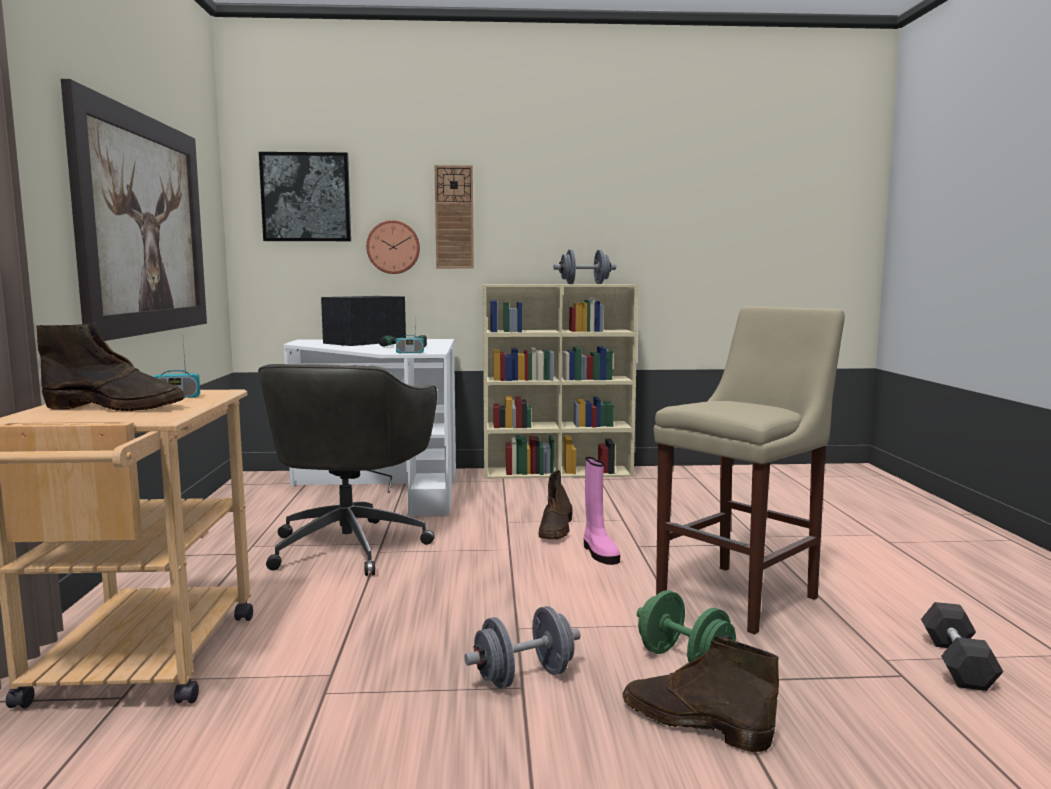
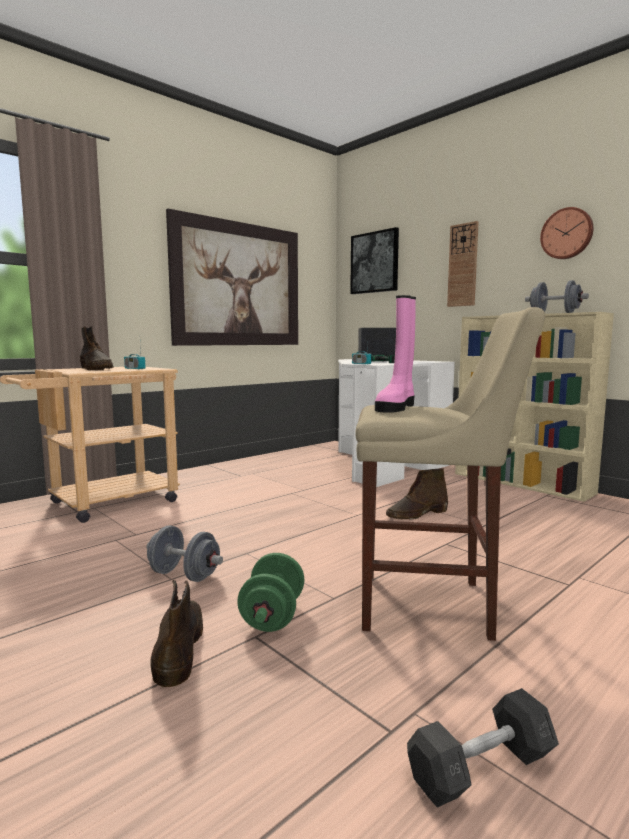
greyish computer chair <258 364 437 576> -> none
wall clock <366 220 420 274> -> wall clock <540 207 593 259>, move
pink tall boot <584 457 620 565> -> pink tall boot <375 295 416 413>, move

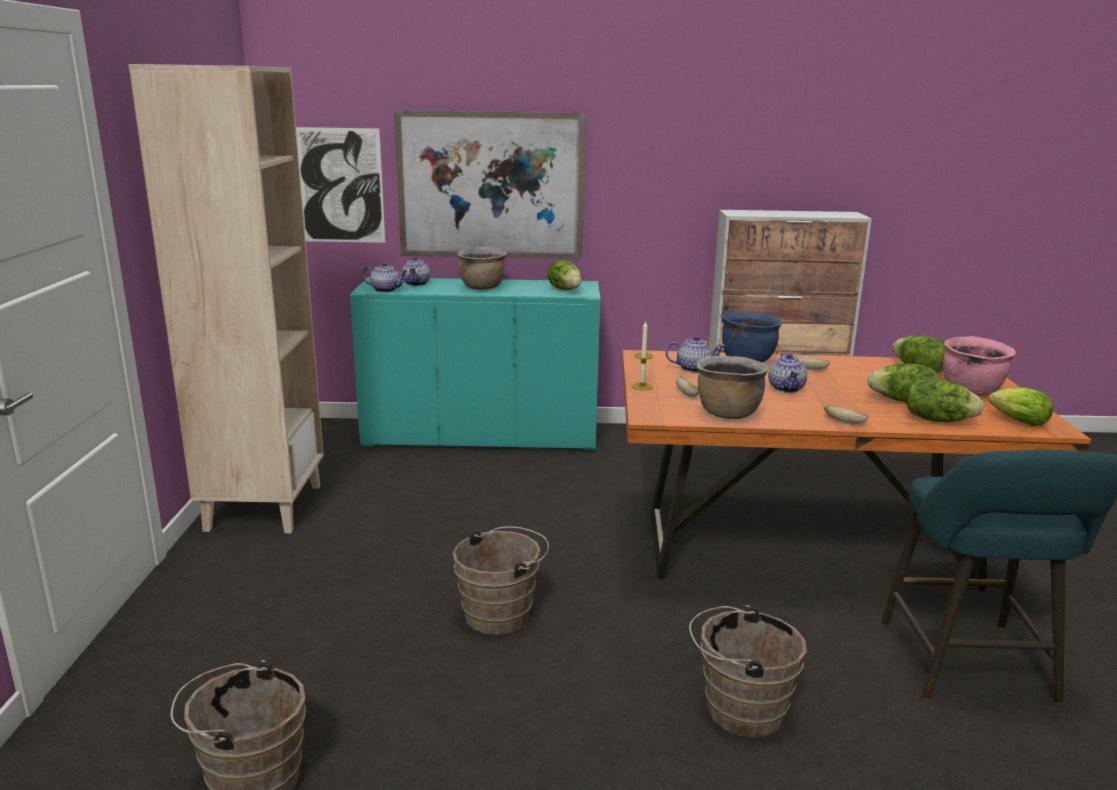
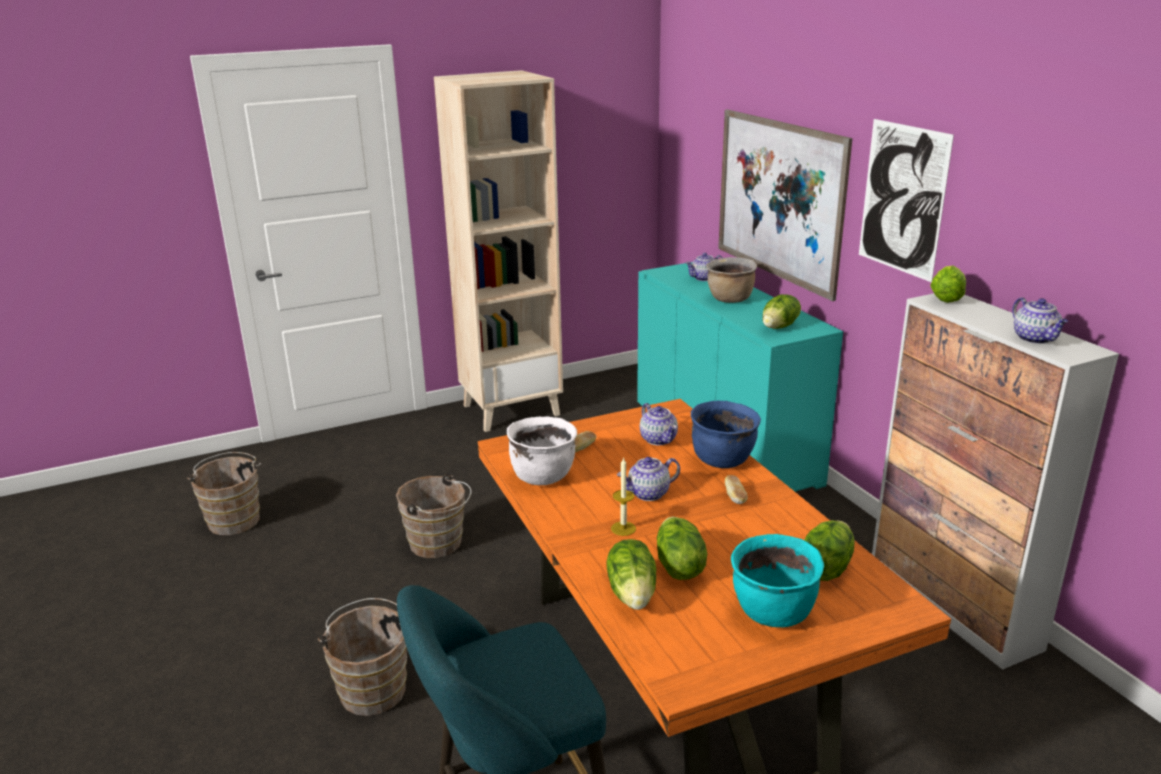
bakery bread <824 404 868 424> -> none
picture <296 127 385 243> -> picture <859 119 954 282>, move
pot for tea <362 262 407 292> -> pot for tea <1012 297 1068 344>, move
wax candle <632 320 653 391> -> wax candle <611 457 636 536>, move
lettuce head <989 388 1053 426> -> lettuce head <930 265 966 303>, move
brown stockpot <697 356 769 419> -> whitish stockpot <507 416 577 485>
pink stockpot <943 336 1016 396> -> blue-green stockpot <731 534 824 627>

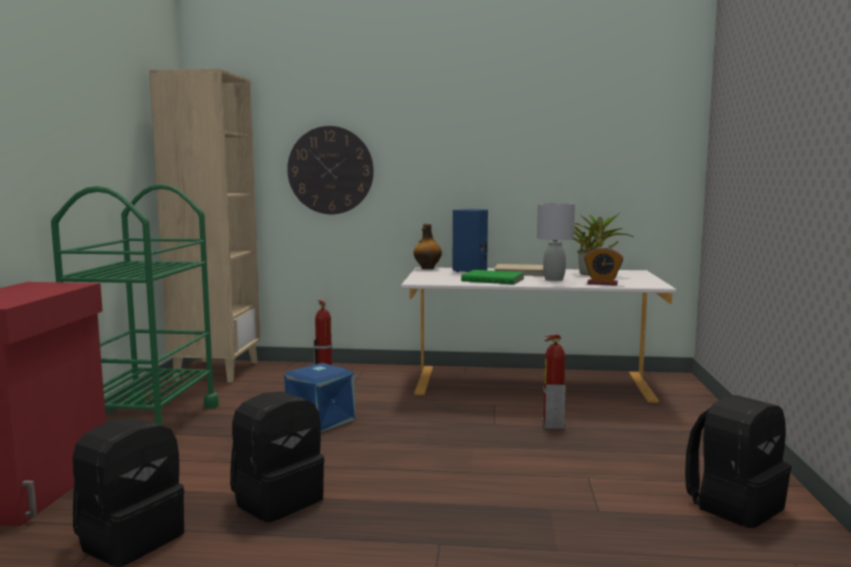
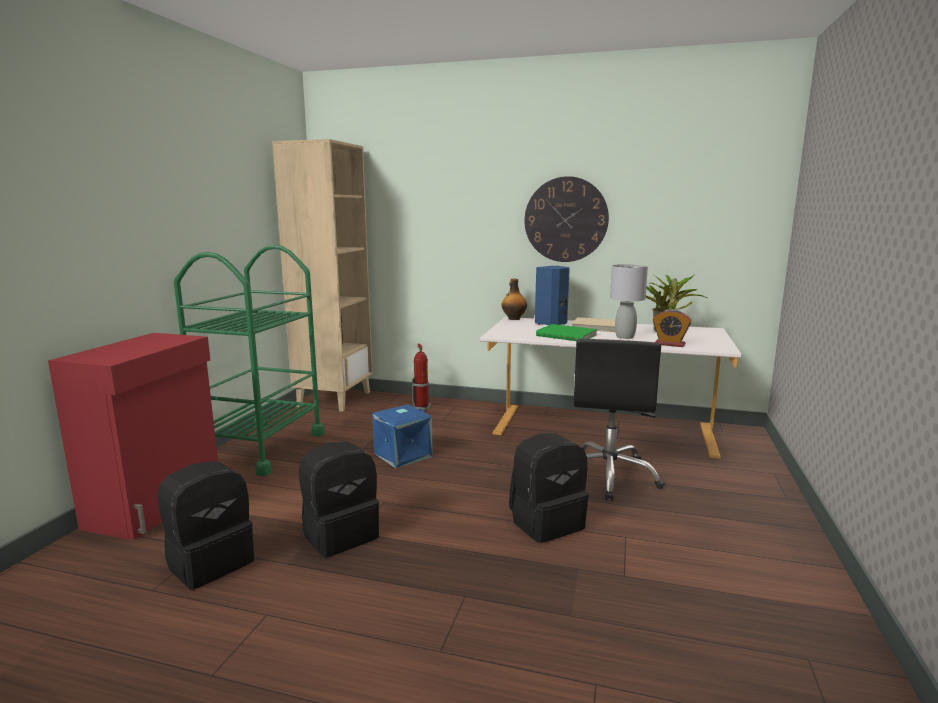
wall clock <287 126 374 214> -> wall clock <524 176 609 262>, move
blackish rucksack <685 395 792 528> -> blackish rucksack <509 433 589 543>, move
fire-fighting cylinder <542 334 566 429> -> blackish computer chair <574 339 665 501>

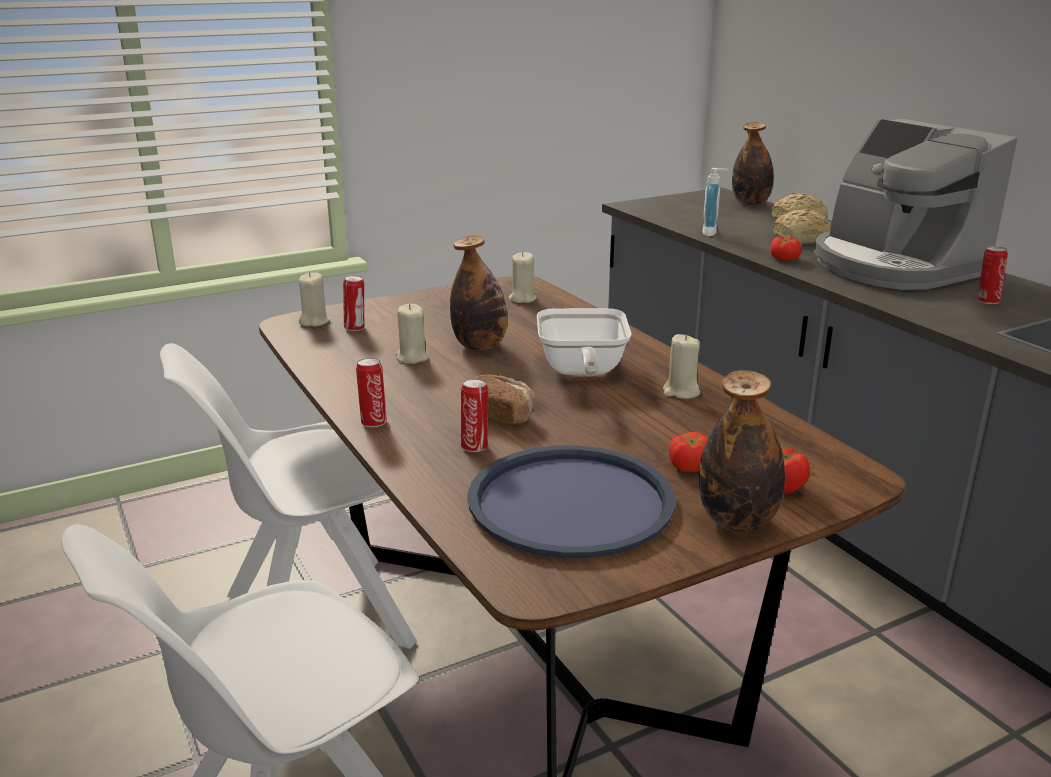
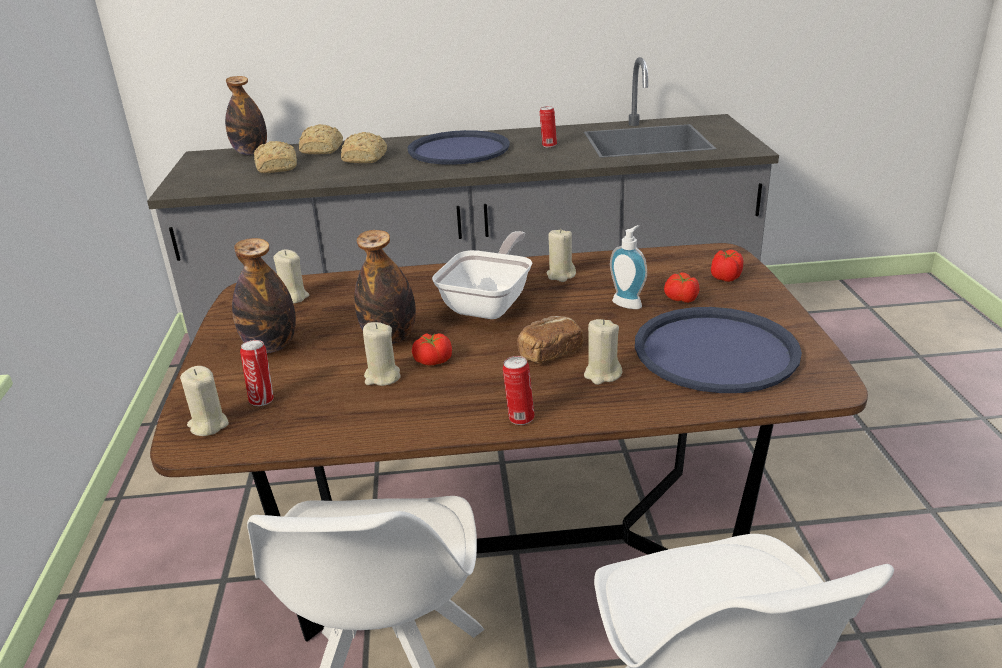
none -> bakery bread <254 141 297 173>
drink bottle <699 370 785 532> -> drink bottle <232 238 296 353>, move
liquid soap bottle <702 168 729 236> -> liquid soap bottle <610 225 647 309>, move
tomato <770 236 802 261> -> tomato <412 333 452 366>, move
sealed can <461 379 488 452> -> beige-coloured wax candle <584 319 622 385>
coffee machine <814 119 1017 290> -> bluish serving tray <408 130 510 165>
pan <537 308 632 376> -> pan <432 231 532 319>, 90 degrees counterclockwise

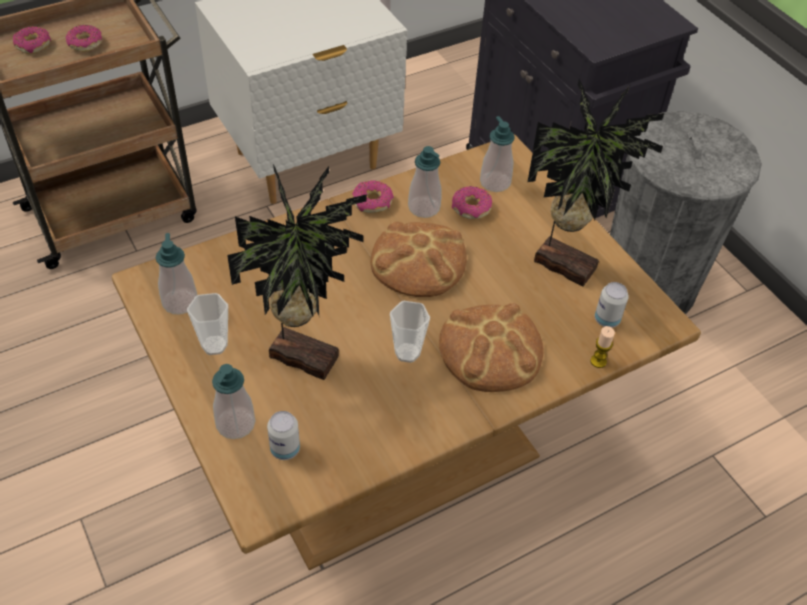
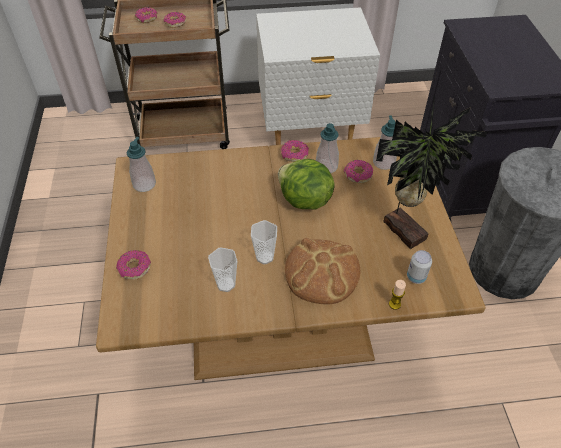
houseplant <227 164 366 380> -> none
sealed can <267 411 300 460> -> none
cup <187 293 228 355> -> cup <208 247 237 292>, move
liquid soap bottle <212 364 255 439> -> donut <116 250 151 280>
bakery bread <371 221 467 297> -> lettuce head <278 159 335 210>

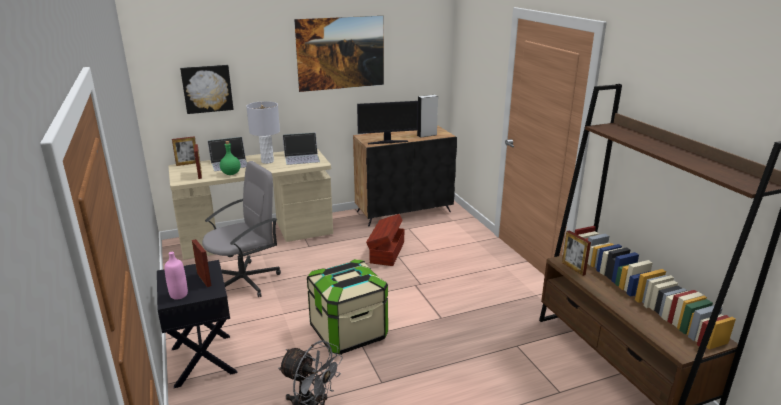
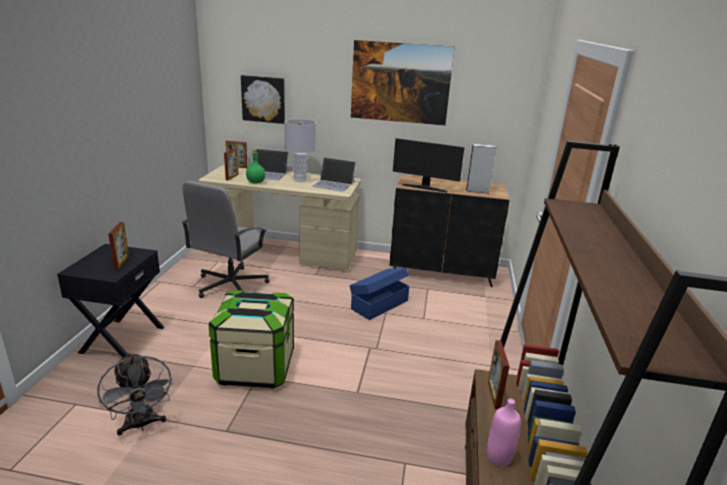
pink drink bottle <164 252 188 300> -> pink drink bottle <487 399 521 466>, move
brown storage container <366 214 404 266> -> bluish storage container <350 268 409 320>
greyish computer chair <202 161 281 297> -> greyish computer chair <182 181 270 298>, 120 degrees clockwise

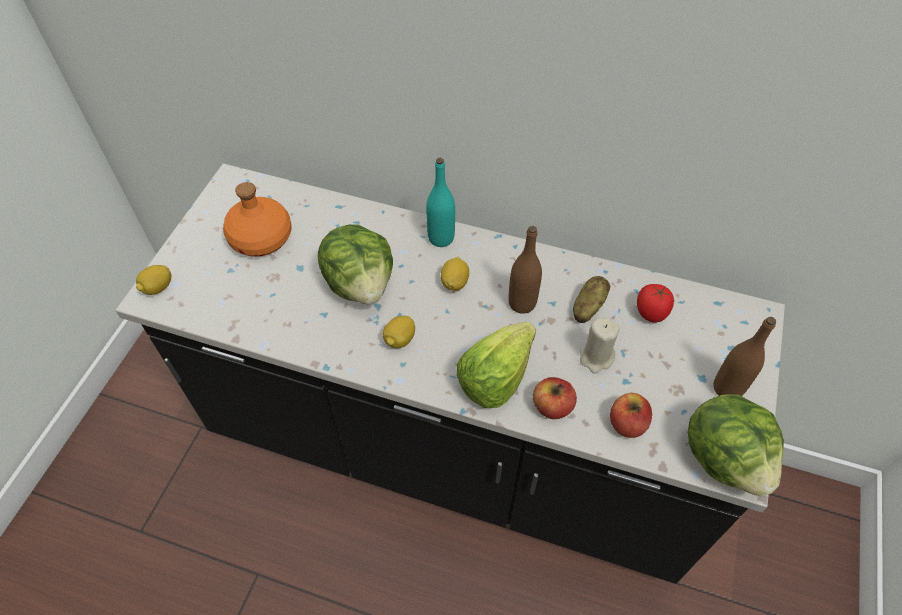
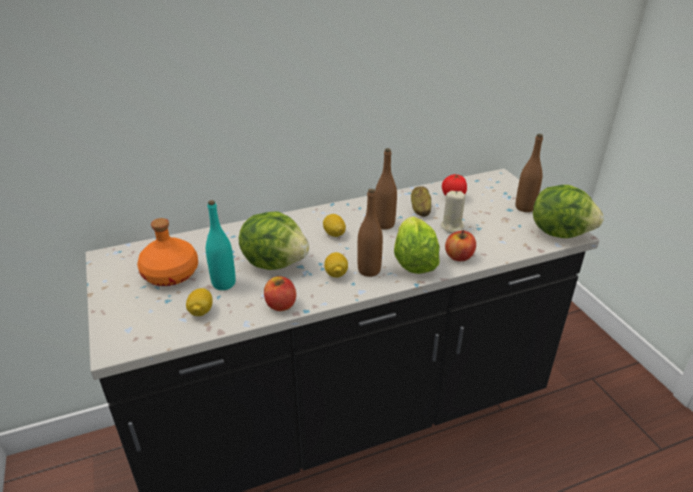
none -> brown drink bottle <357 189 383 277>
citrus fruit <136 265 171 295> -> citrus fruit <186 288 213 316>, move
blue-green drink bottle <426 158 455 247> -> blue-green drink bottle <206 200 236 290>, move
whole apple <610 393 652 438> -> whole apple <264 276 296 311>, move

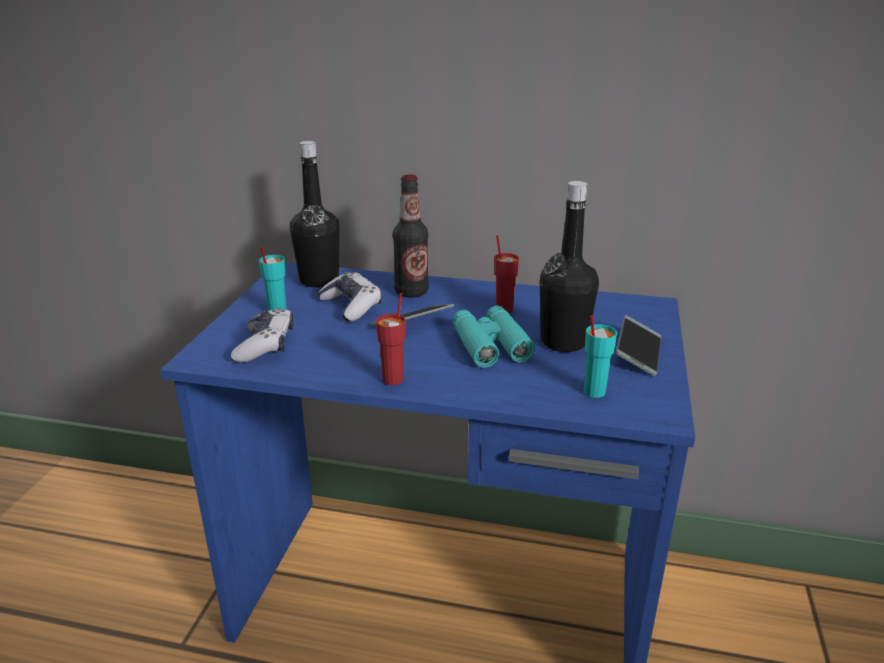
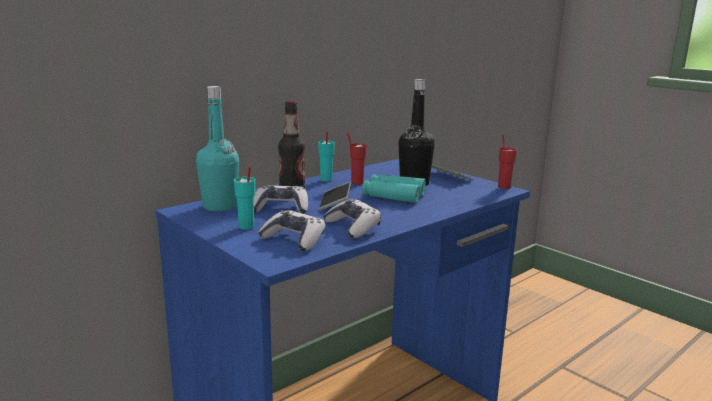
none -> joypad <323 199 381 238>
red cup <376 293 406 385> -> red cup <498 134 517 189>, move
blue-green cup <584 315 617 398> -> blue-green cup <318 132 335 181>, move
blackish drink bottle <290 141 340 287> -> blue-green drink bottle <196 86 239 212>

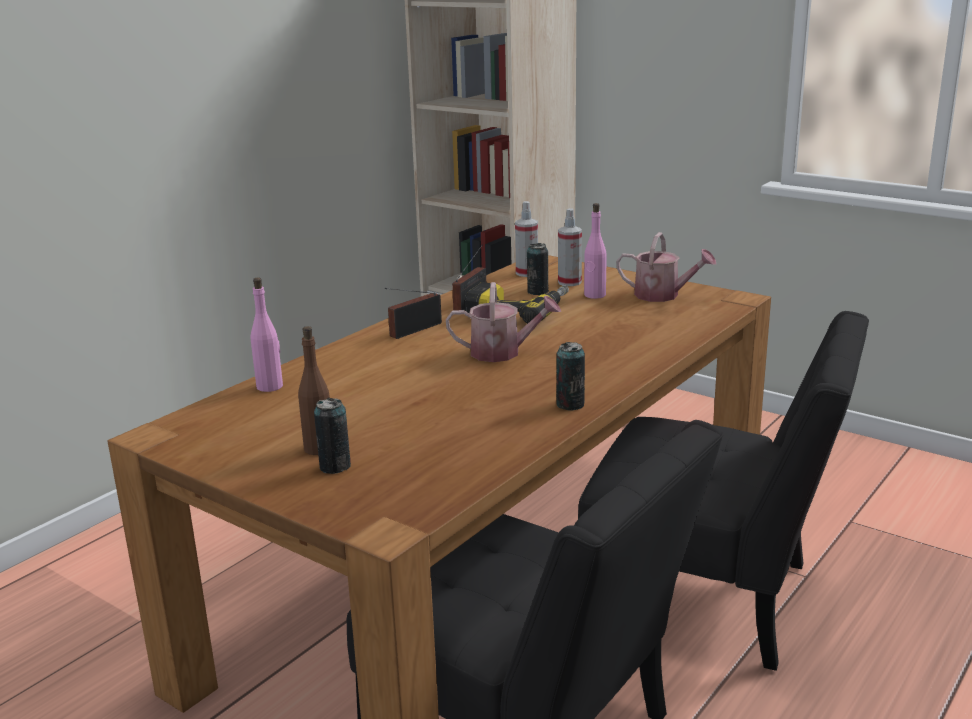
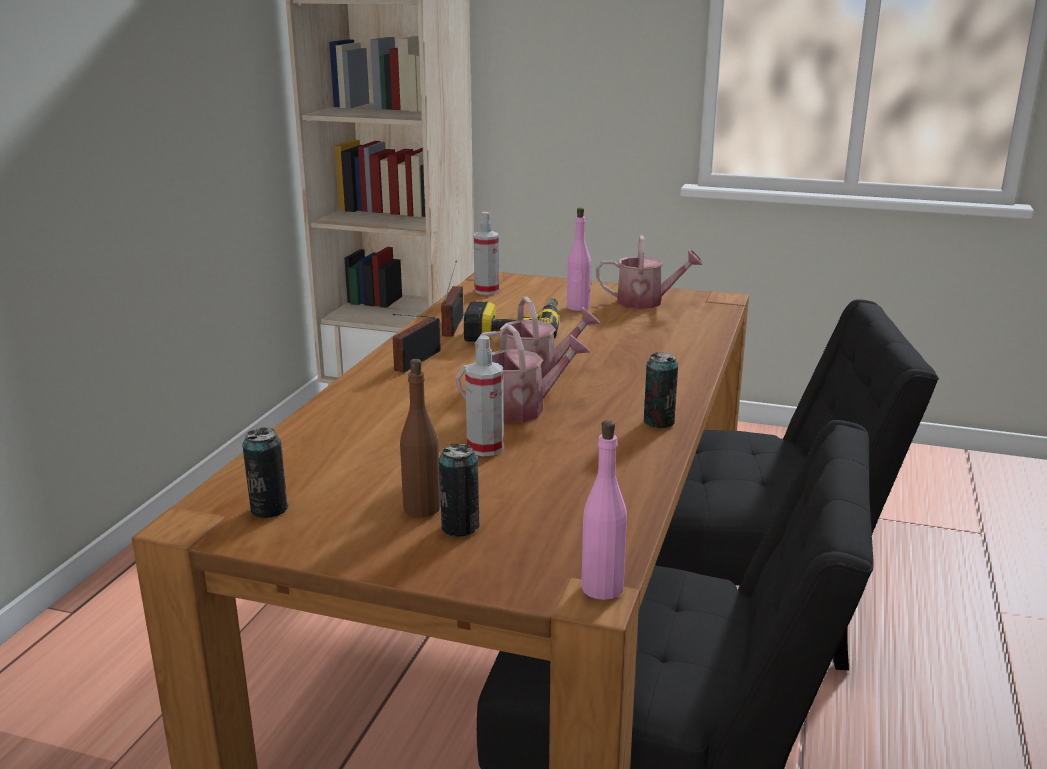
none -> watering pot <455 325 590 423>
pink drink bottle <251 277 283 392> -> pink drink bottle <581 420 627 600>, move
sealed can <527 243 549 295> -> sealed can <242 427 289 518>, move
hand sprayer <558 208 582 286> -> hand sprayer <465 335 504 456>, move

